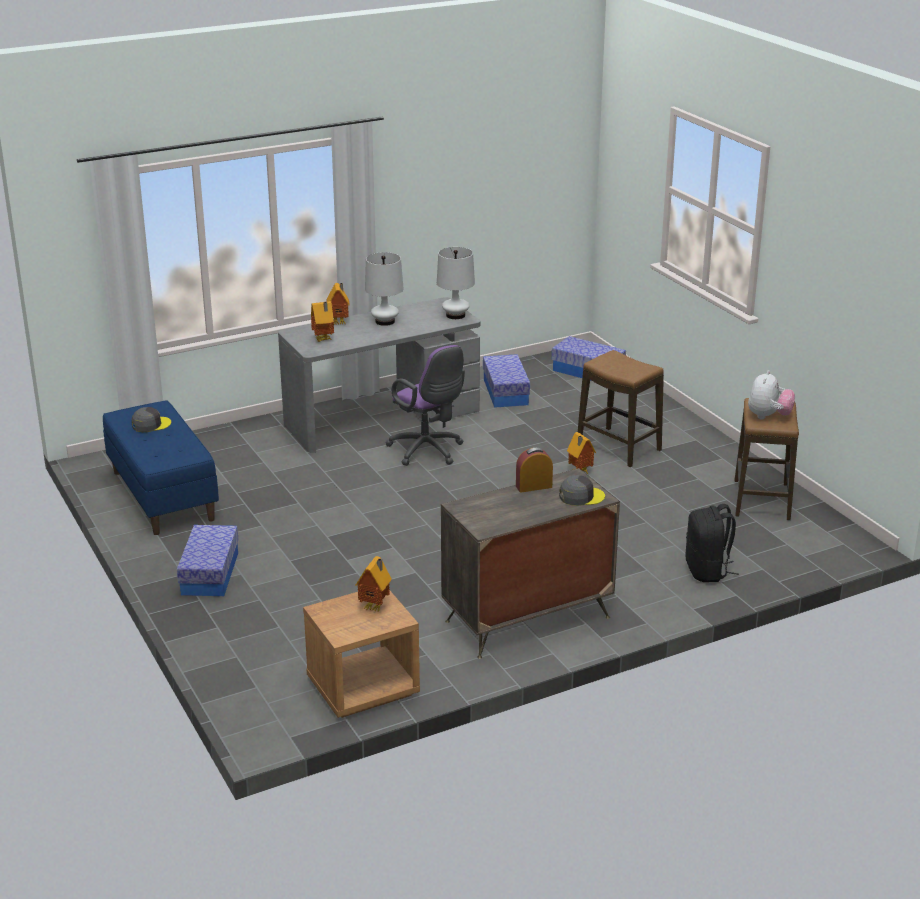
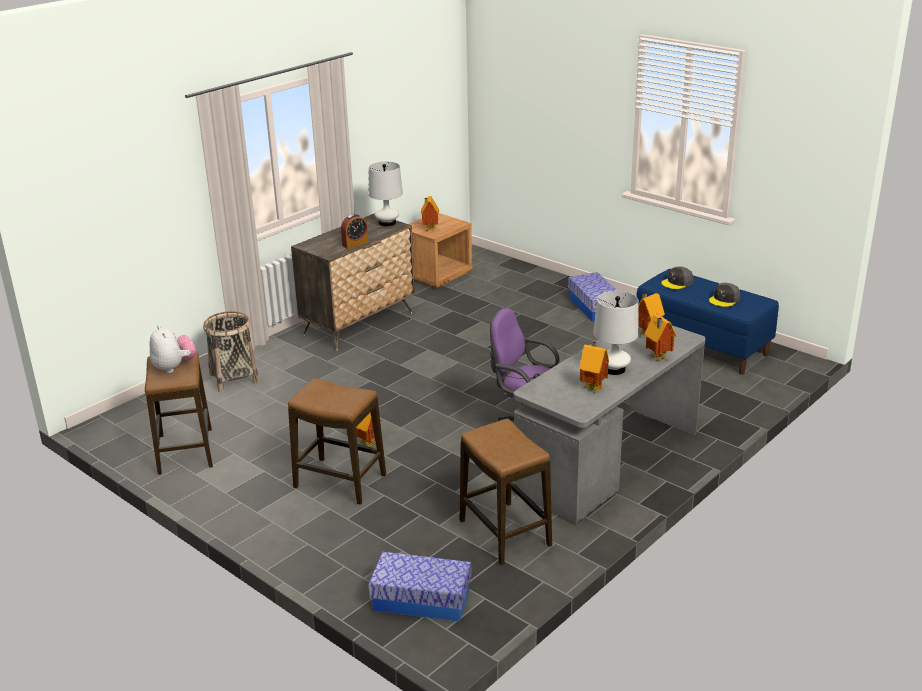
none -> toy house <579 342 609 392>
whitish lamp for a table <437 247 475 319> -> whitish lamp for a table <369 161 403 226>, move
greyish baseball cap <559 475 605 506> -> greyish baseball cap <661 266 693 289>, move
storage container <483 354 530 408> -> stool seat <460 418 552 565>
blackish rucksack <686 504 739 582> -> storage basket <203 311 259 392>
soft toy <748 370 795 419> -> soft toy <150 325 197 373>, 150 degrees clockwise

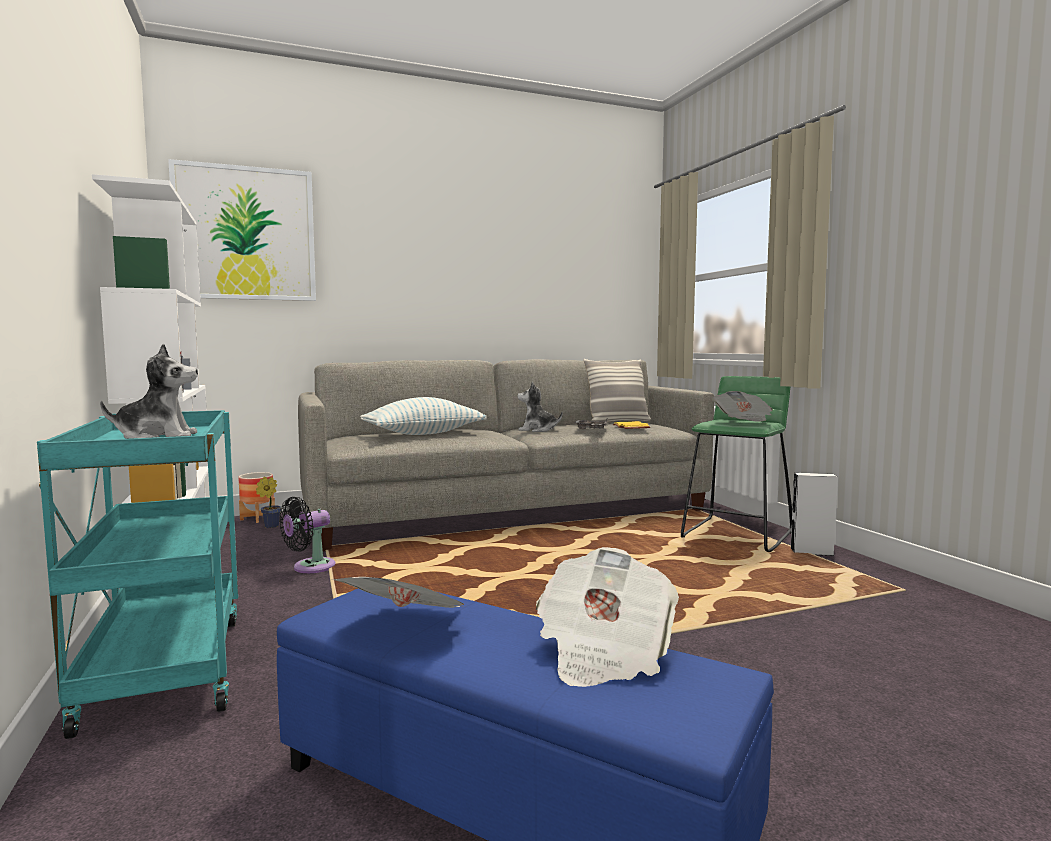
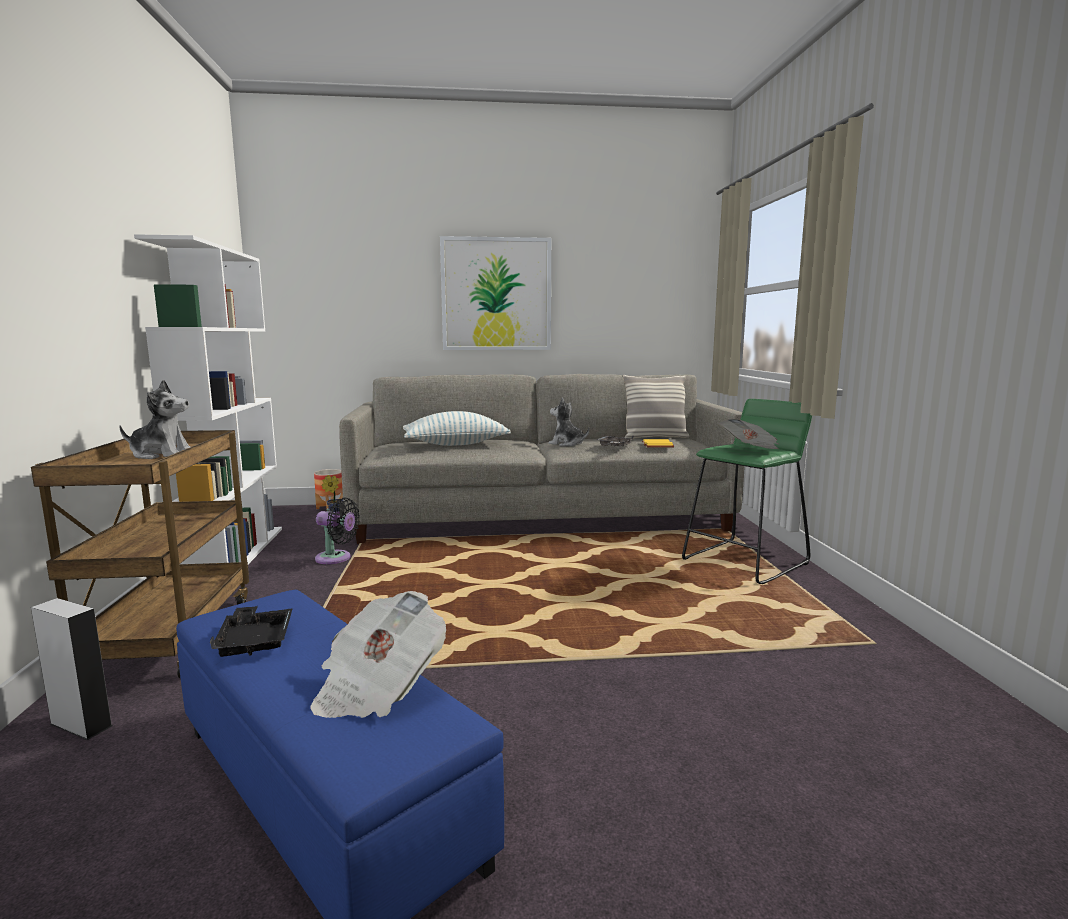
picture <168 159 316 301> -> picture <440 236 551 350>, move
greyish audio speaker <791 473 838 556> -> greyish audio speaker <31 598 113 740>, move
printed paper <334 577 465 608> -> blackish serving tray <210 606 293 657>
blue-green trolley <37 410 238 739> -> brown trolley <31 430 249 678>
blackish electric fan <279 497 336 573> -> blackish electric fan <315 498 360 564>, 135 degrees counterclockwise

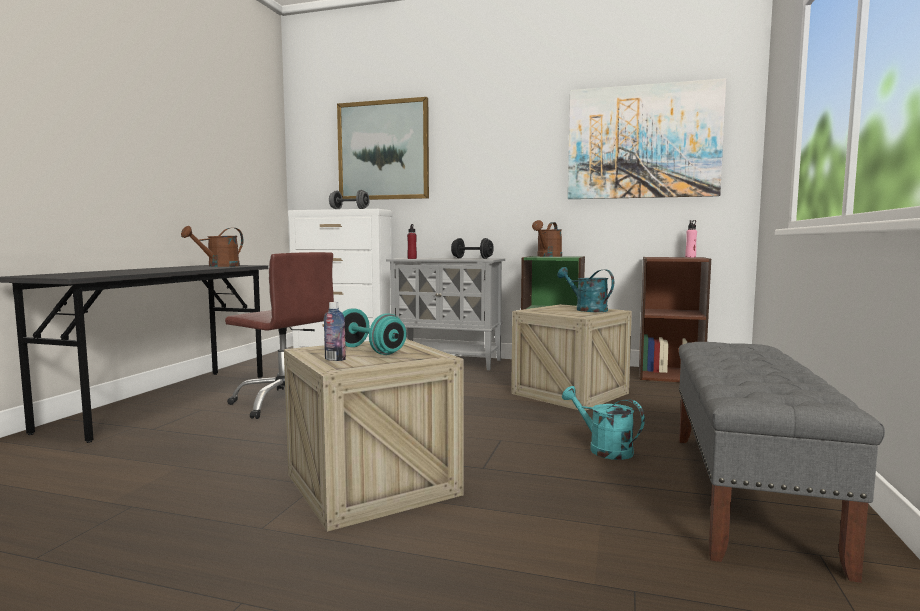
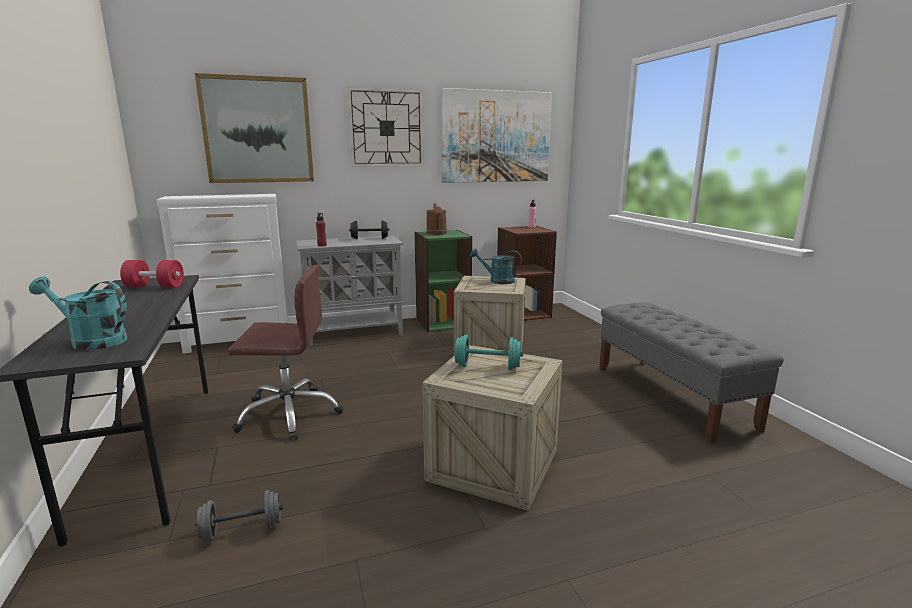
drink bottle <324 302 346 361> -> none
none -> wall clock <347 87 424 167>
greyish hand weight <329 190 369 209> -> greyish hand weight <195 490 283 542>, move
blue-green watering pot <562 386 645 460> -> blue-green watering pot <29 277 127 350>, move
brown watering pot <181 226 243 267> -> red hand weight <120 260 184 287>

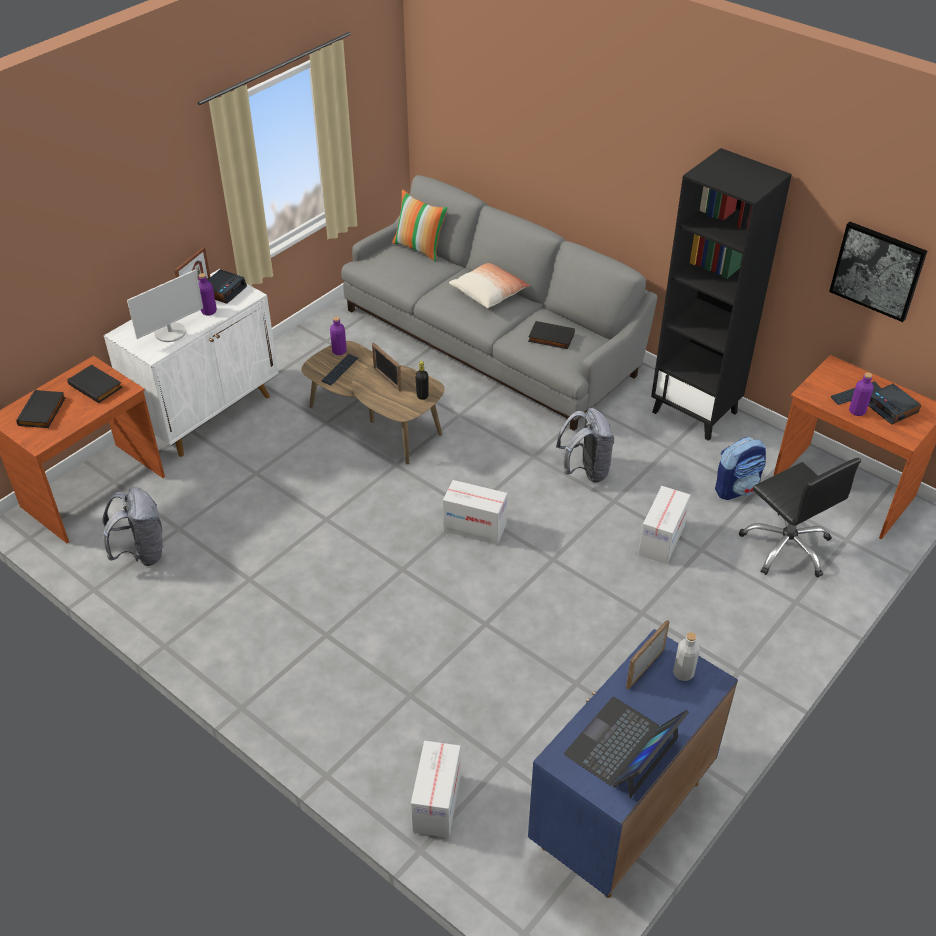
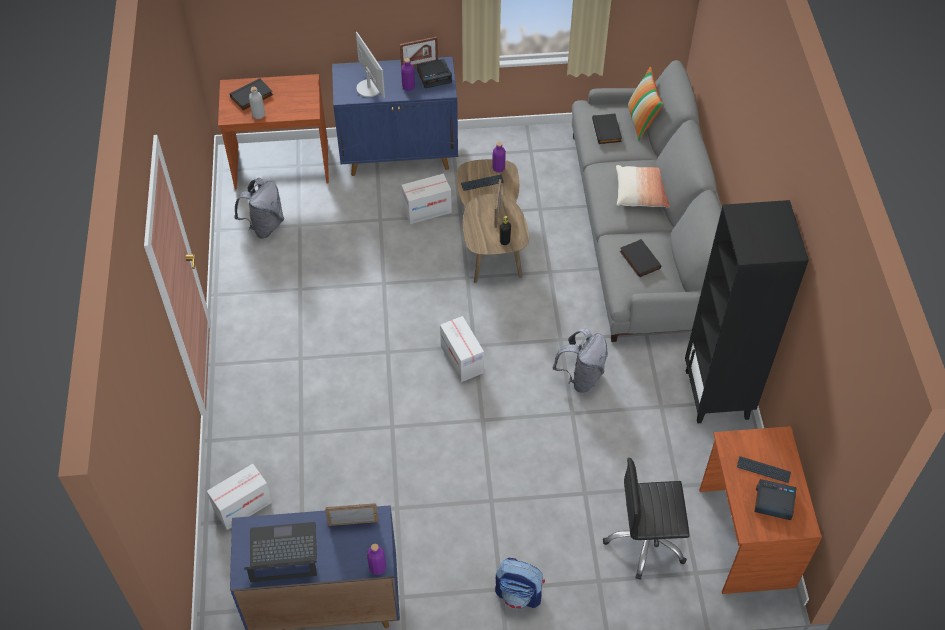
picture <829 222 927 322> -> none
blackish volume <67 365 123 403> -> blackish volume <592 114 622 144>, move
carton <638 486 690 564> -> carton <401 174 452 224>, move
greyish drink bottle <673 632 700 681> -> greyish drink bottle <249 87 265 119>, move
rucksack <715 437 766 500> -> rucksack <495 558 545 609>, move
purple-coloured drink bottle <849 372 874 416> -> purple-coloured drink bottle <367 544 386 575>, move
whitish cupboard <104 269 278 457> -> bluish cupboard <332 57 458 176>
computer screen <127 270 203 342> -> computer screen <356 32 385 98>, 120 degrees counterclockwise
blackish computer chair <739 458 861 577> -> blackish computer chair <603 458 690 580>, 75 degrees clockwise
alarm clock <868 384 921 424> -> alarm clock <754 479 797 520>, 90 degrees clockwise

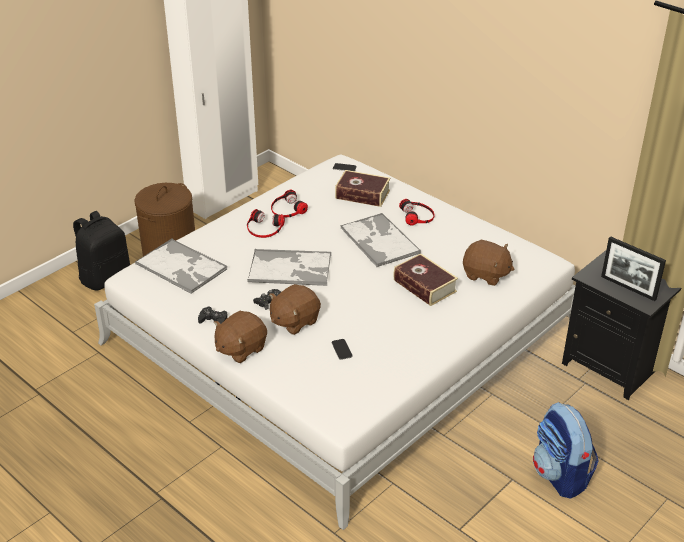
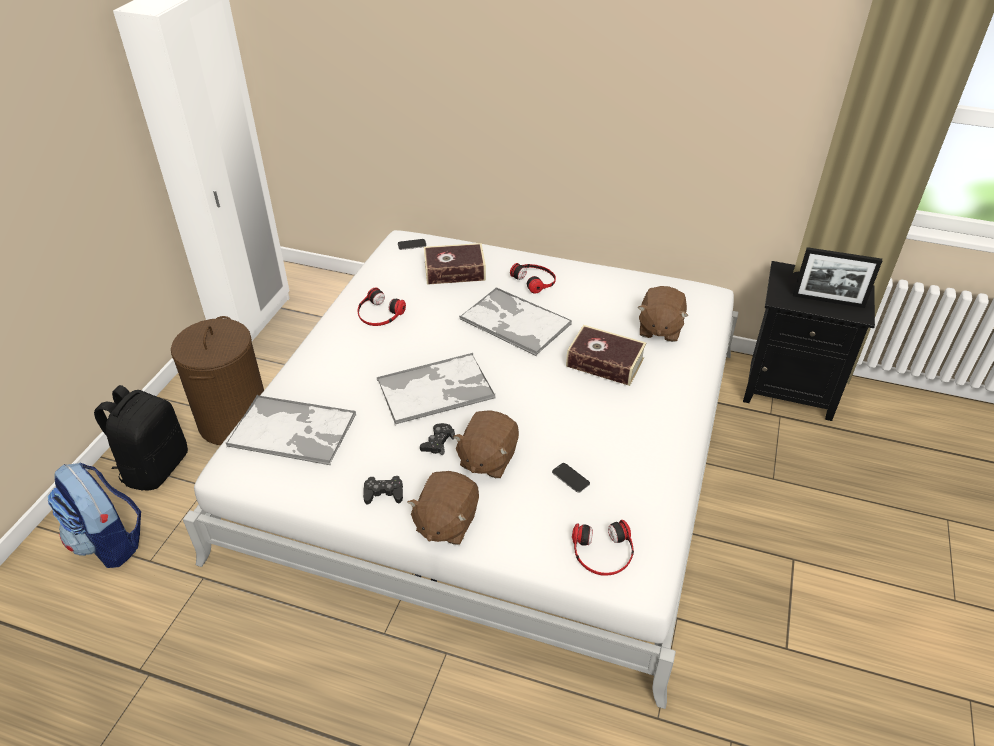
headphones <247 209 285 238> -> headphones <572 520 634 576>, move
rucksack <533 402 598 499> -> rucksack <48 463 141 568>, move
brown soft toy <463 240 514 286> -> brown soft toy <638 286 688 342>, 105 degrees clockwise

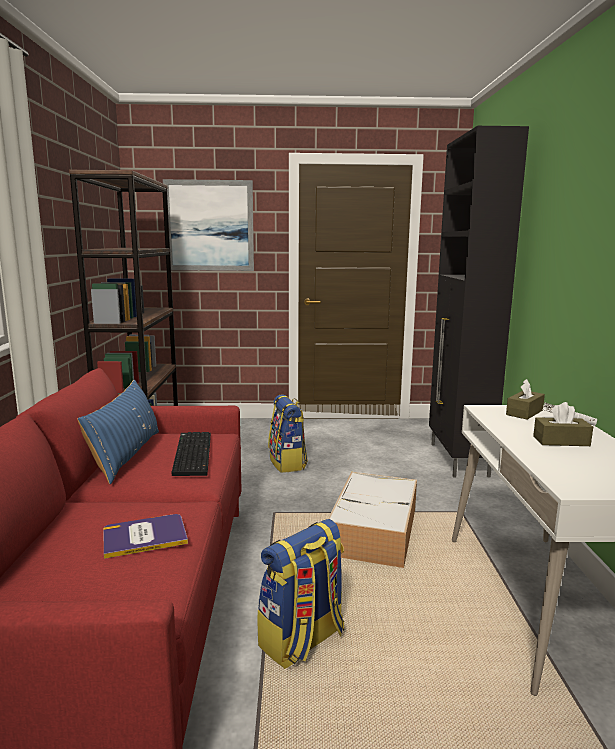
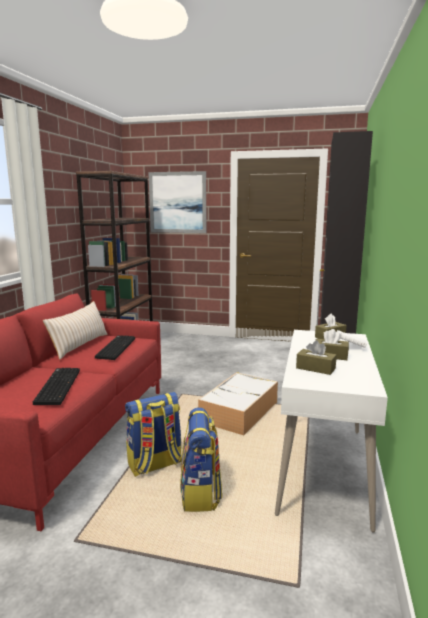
none -> brown tissue holder <296 340 337 375>
rucksack <268 394 308 473> -> rucksack <180 407 222 512>, move
volume <104 514 188 559> -> PC keyboard <33 368 80 405>
bluish cushion <77 380 159 484> -> beige-coloured cushion <43 301 108 360>

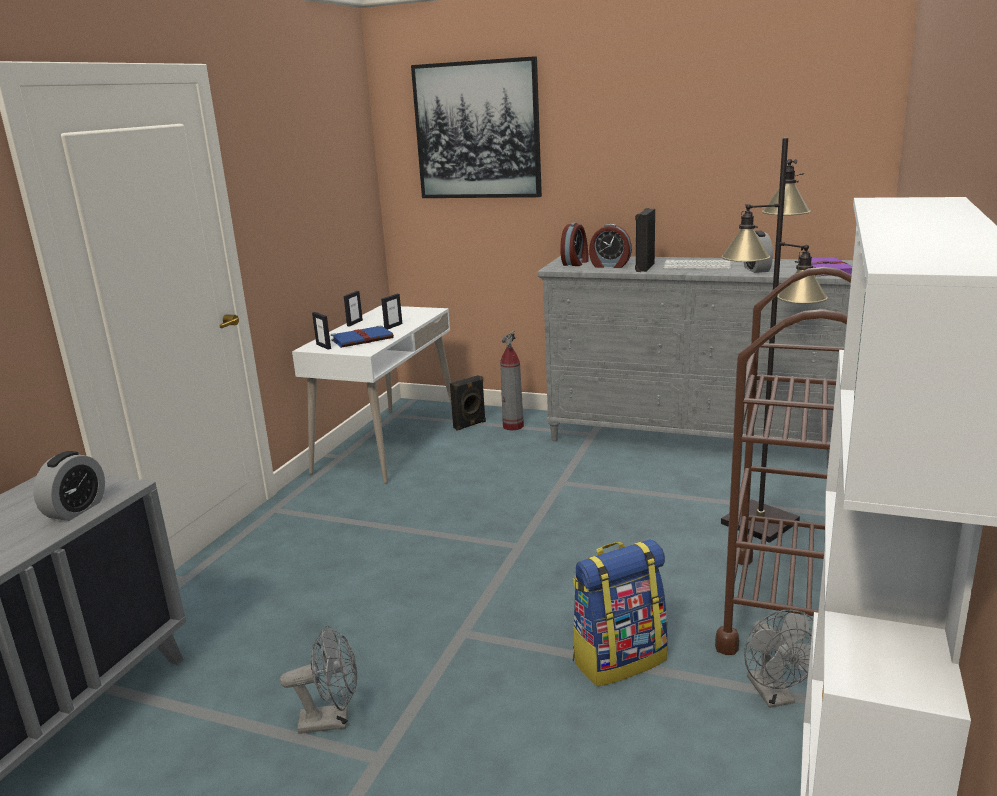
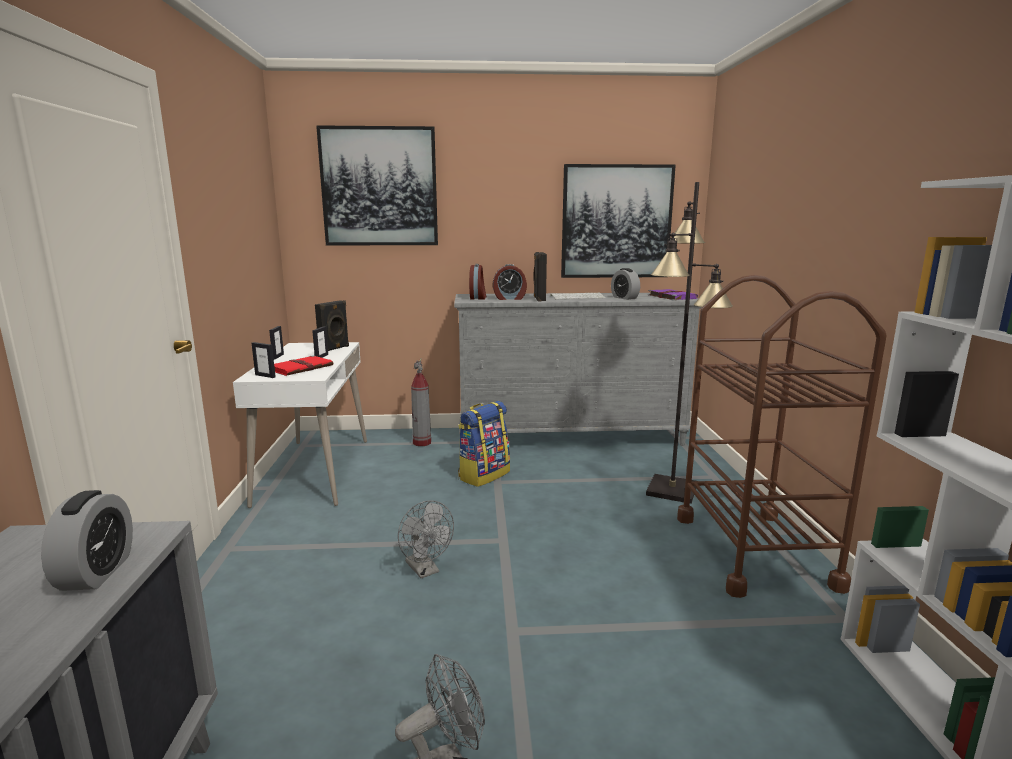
none -> picture <561 164 676 278>
blackish audio speaker <450 375 486 431> -> blackish audio speaker <315 300 349 351>, move
rucksack <573 539 668 687> -> rucksack <458 401 510 487>, move
greyish electric fan <744 610 813 708> -> greyish electric fan <398 500 454 578>, move
bluish volume <331 325 394 348> -> red volume <274 355 333 376>

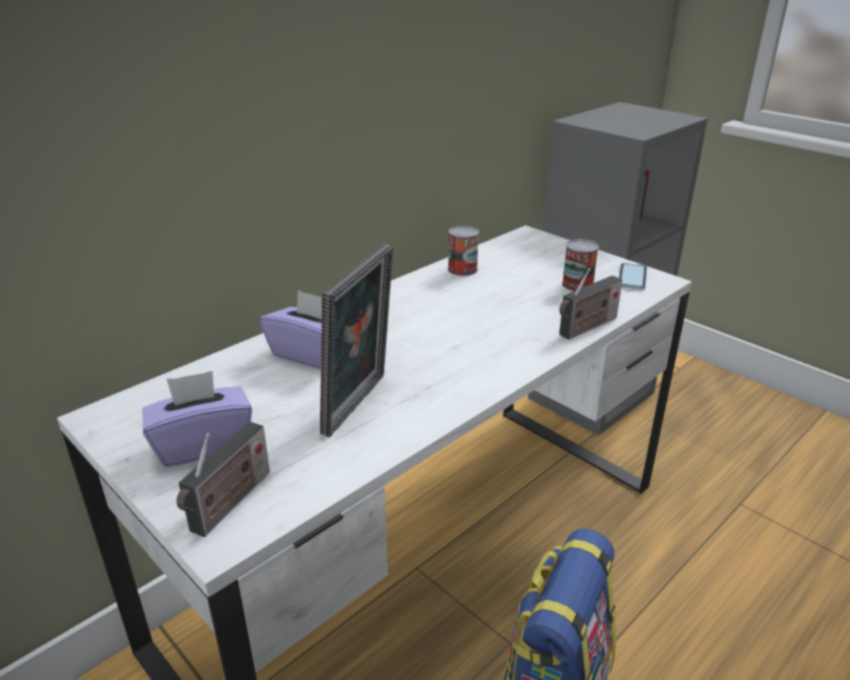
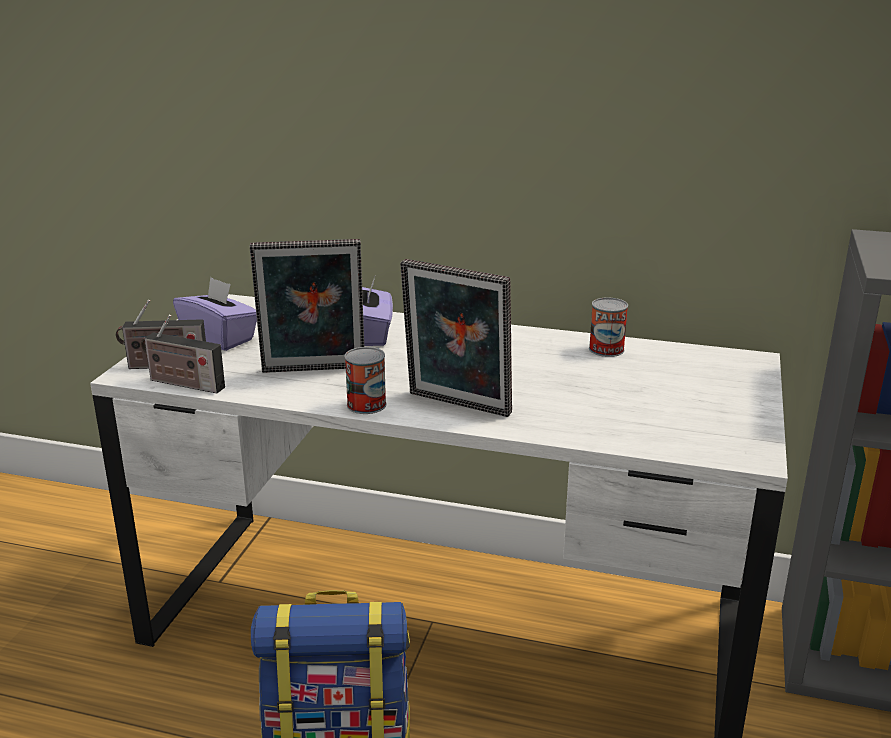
phone <618 263 647 290> -> none
none -> picture frame <400 259 512 417>
radio set <559 268 622 340> -> radio set <141 315 225 393>, move
sealed can <562 239 599 291> -> sealed can <344 347 386 414>, move

